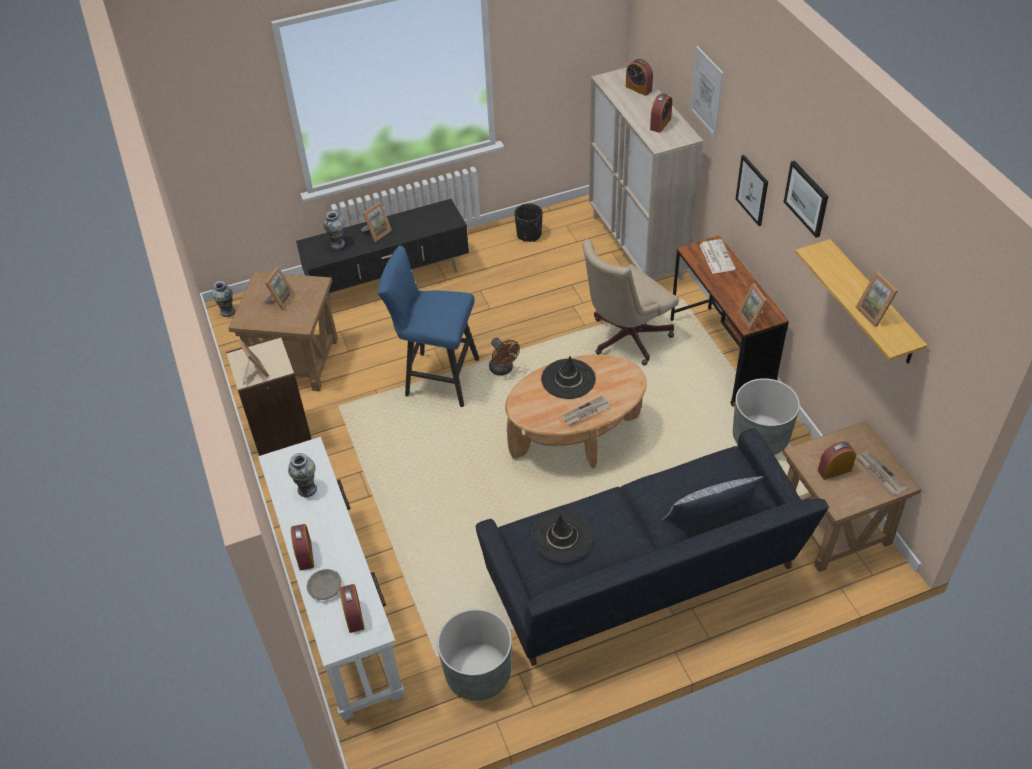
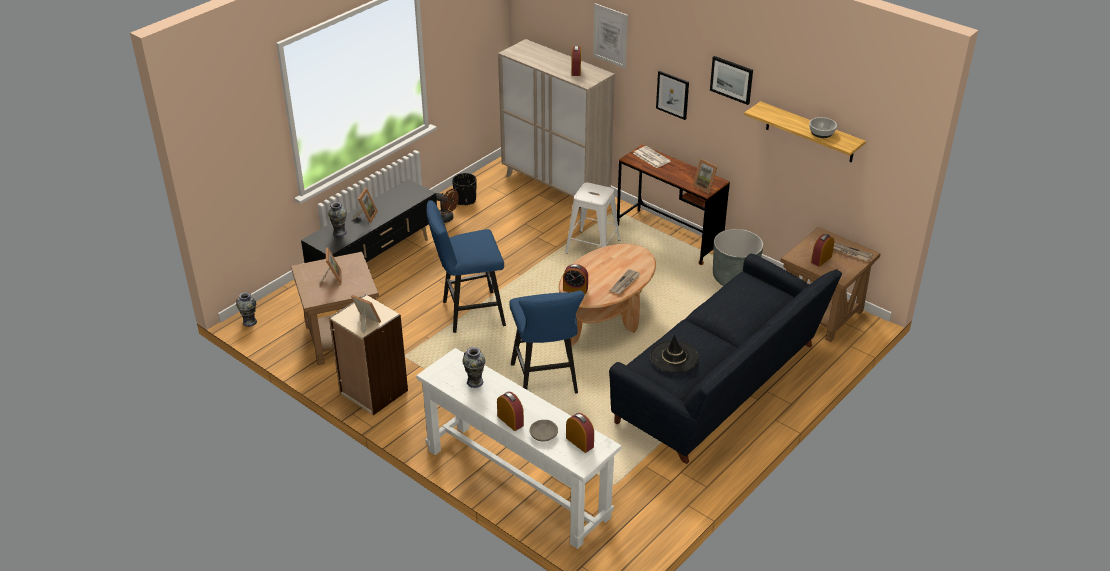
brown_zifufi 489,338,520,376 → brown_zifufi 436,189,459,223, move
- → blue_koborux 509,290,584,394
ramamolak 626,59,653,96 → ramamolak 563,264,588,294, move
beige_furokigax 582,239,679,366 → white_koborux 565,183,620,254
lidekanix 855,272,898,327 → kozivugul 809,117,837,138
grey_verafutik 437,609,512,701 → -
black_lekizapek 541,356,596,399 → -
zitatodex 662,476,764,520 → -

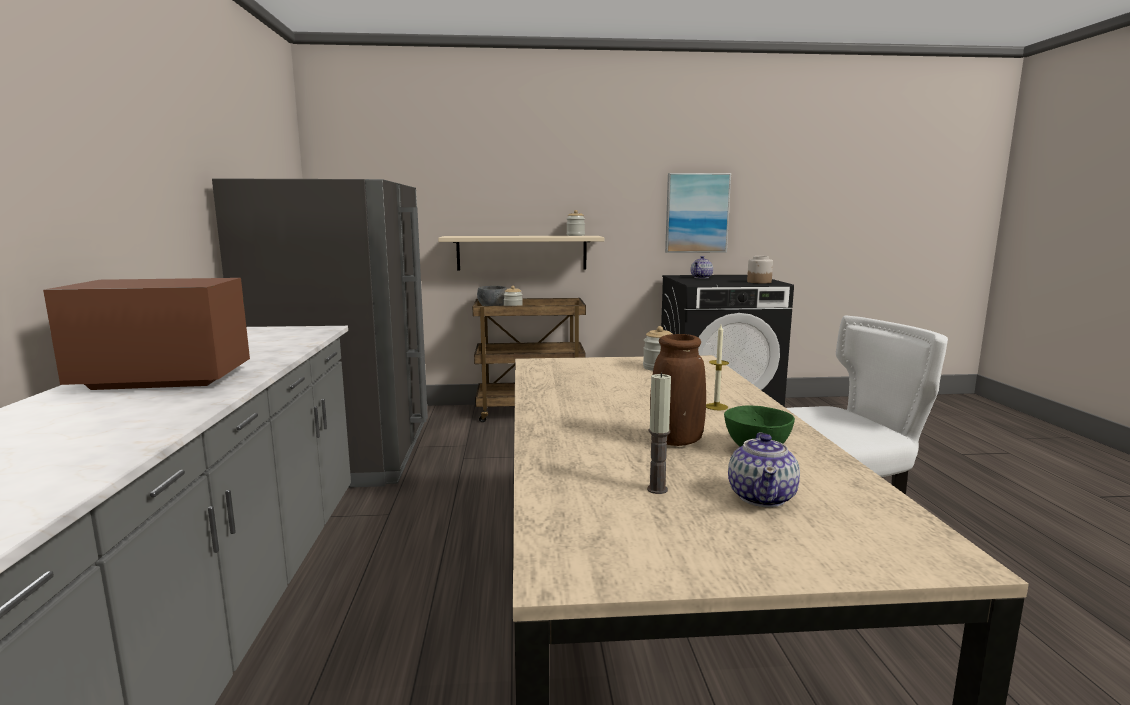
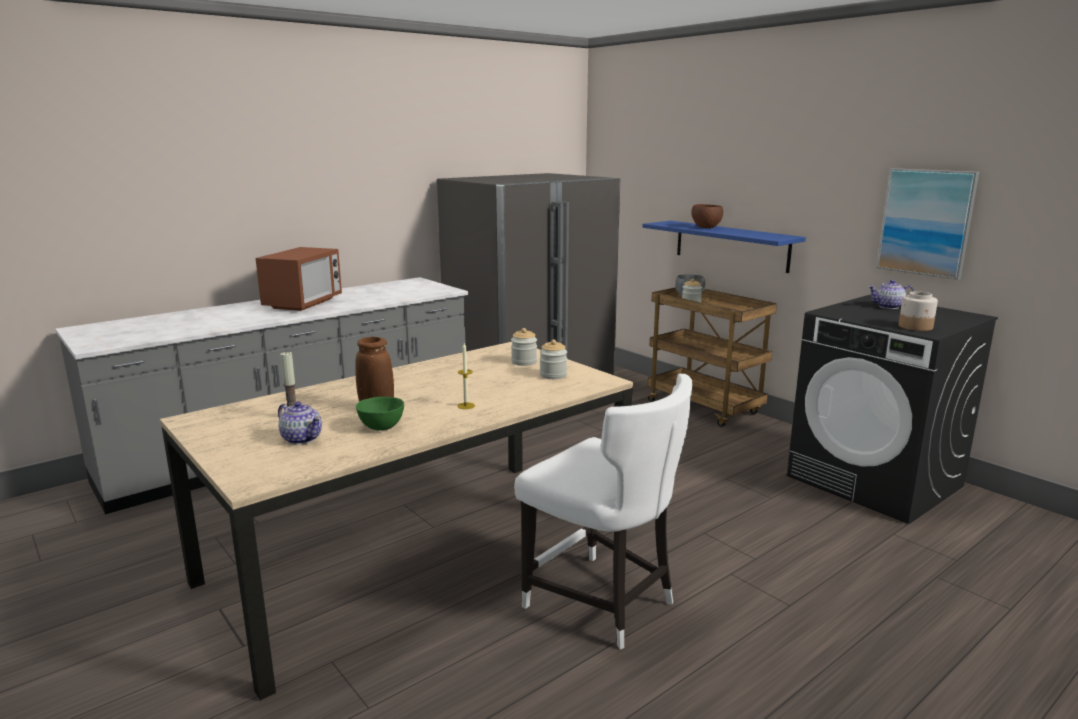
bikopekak 43,278,250,390 → bikopekak 255,247,342,311, 60 degrees clockwise
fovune 728,432,800,507 → fovune 278,401,322,445, 120 degrees counterclockwise
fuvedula 567,210,585,236 → fuvedula 511,328,537,366, move
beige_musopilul 438,236,605,270 → blue_musopilul 642,221,806,273
- → brown_kozivugul 691,204,723,228

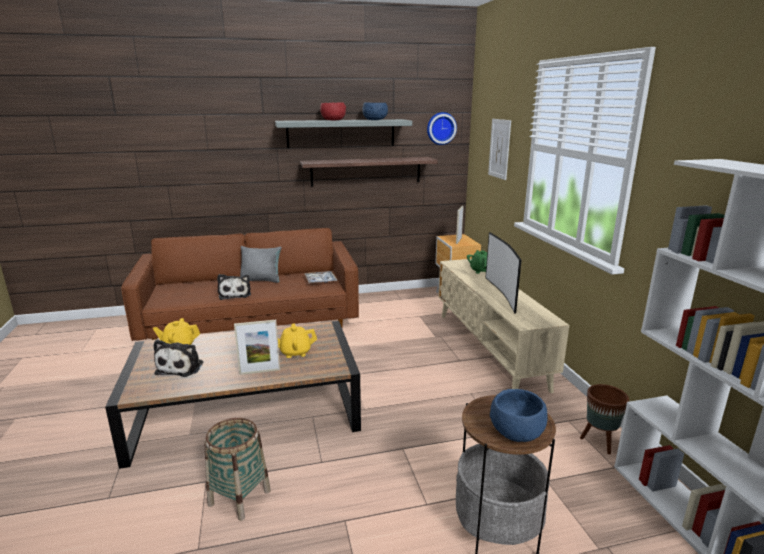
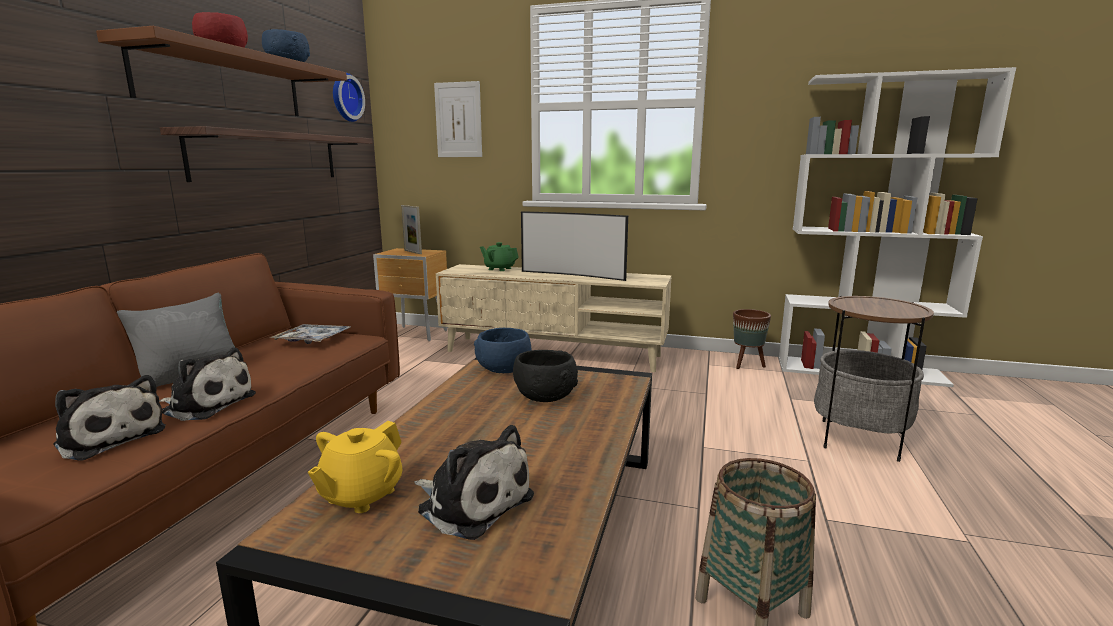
- → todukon 53,375,166,461
grey_musopilul 275,119,412,149 → brown_musopilul 96,26,347,116
blue_kozivugul 490,389,548,442 → blue_kozivugul 474,328,532,373, move
yellow_fovune 278,323,317,358 → black_kozivugul 513,350,578,402
lidekanix 234,320,280,375 → -

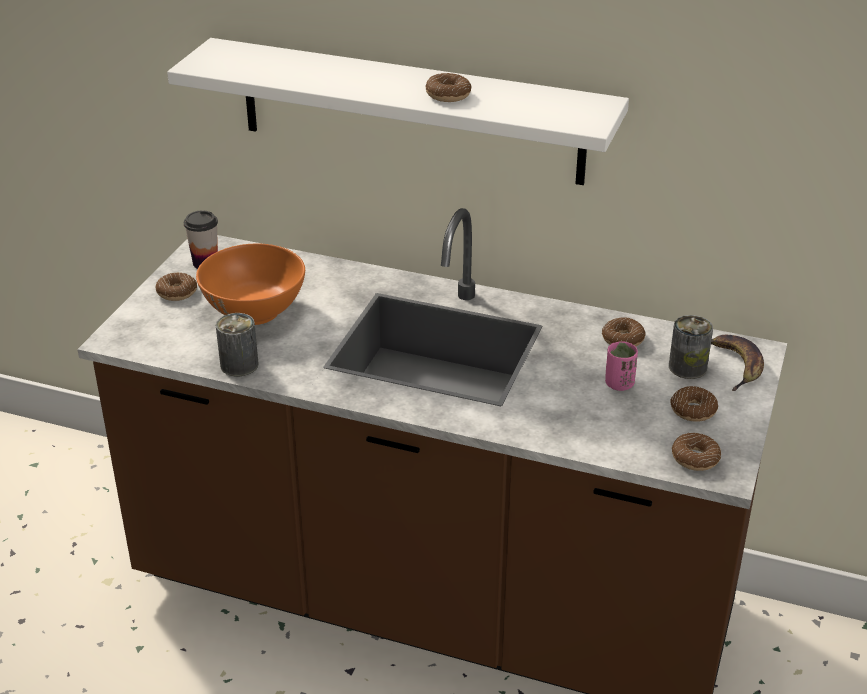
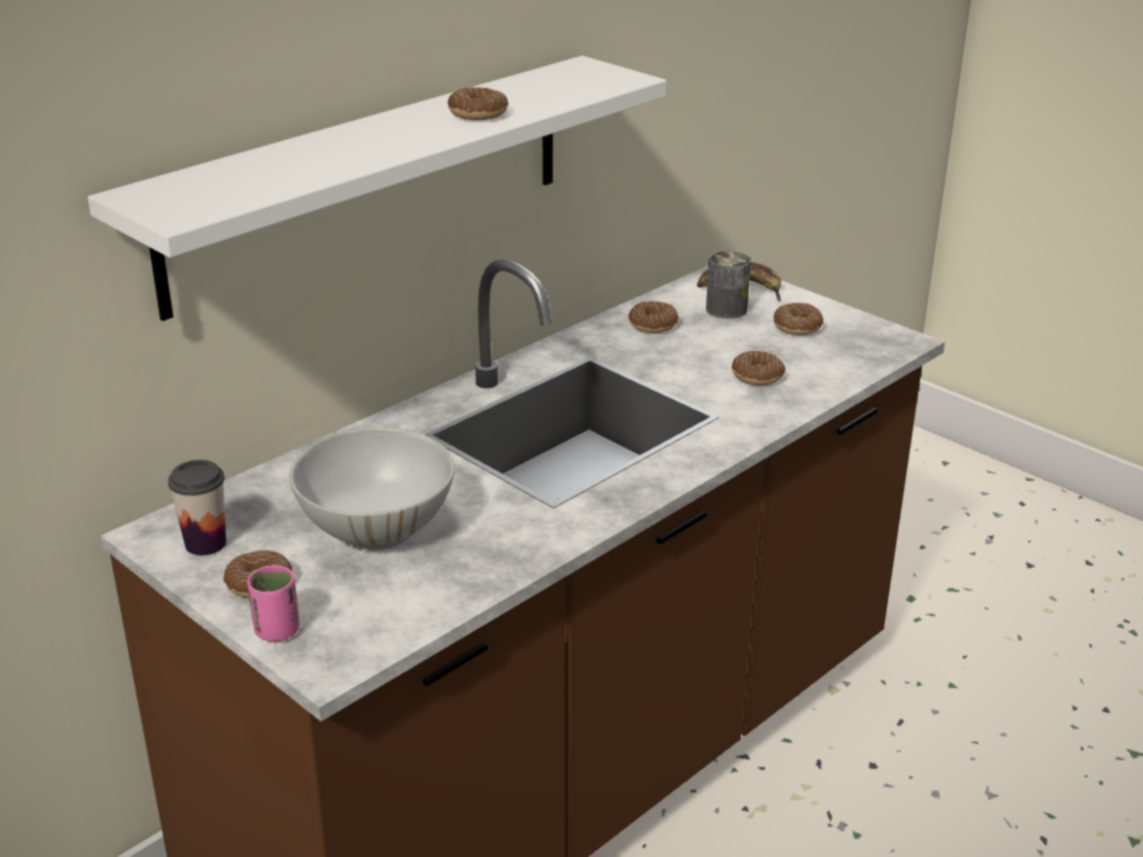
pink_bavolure 605,341,638,391 → pink_bavolure 247,565,300,642, move
orange_kozivugul 196,244,305,325 → white_kozivugul 289,428,455,550
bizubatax 672,433,721,471 → bizubatax 732,351,785,385, move
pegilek 216,313,259,376 → -

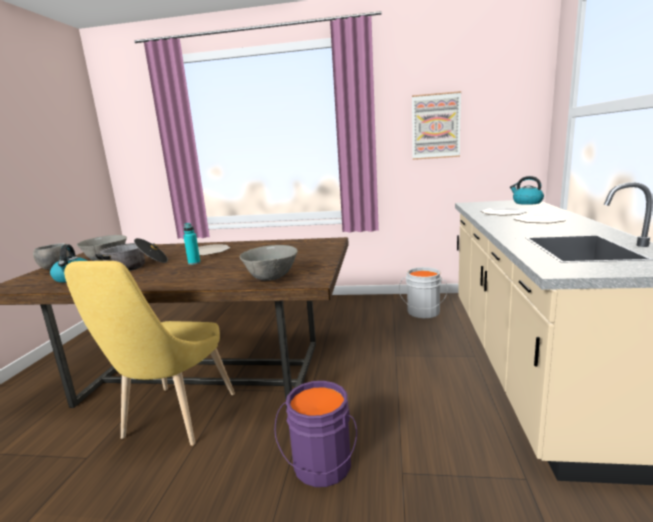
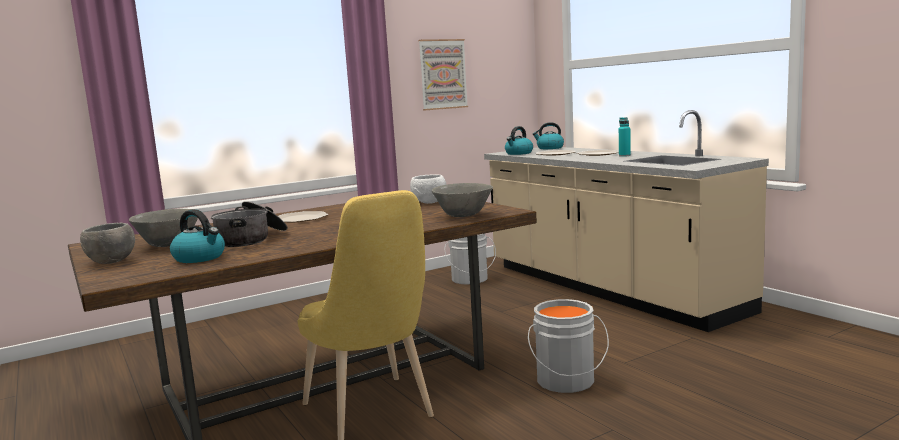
- → white_kozivugul 410,174,447,204
- → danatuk 505,126,533,155
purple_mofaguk 275,381,357,487 → grey_mofaguk 528,299,609,393
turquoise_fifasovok 184,223,200,265 → turquoise_fifasovok 619,117,631,157, move

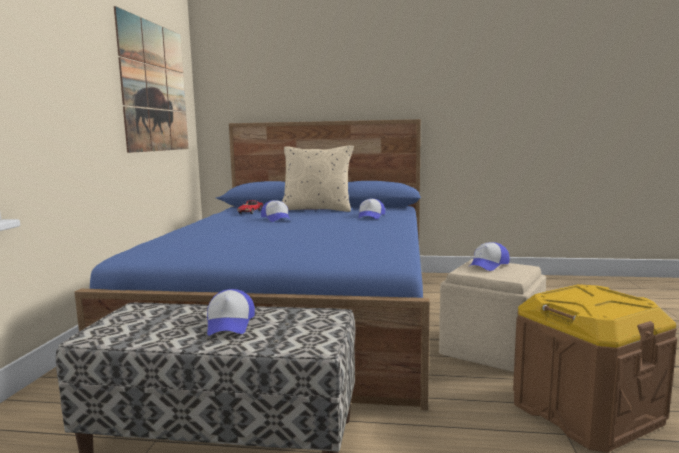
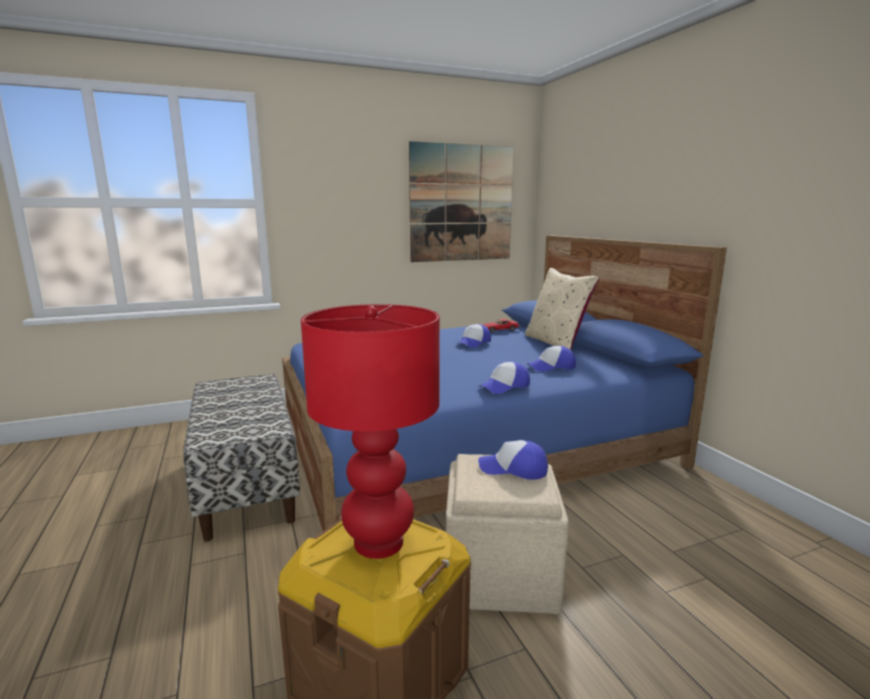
- → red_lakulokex 301,304,440,559
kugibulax 207,289,255,336 → kugibulax 479,362,530,394, move

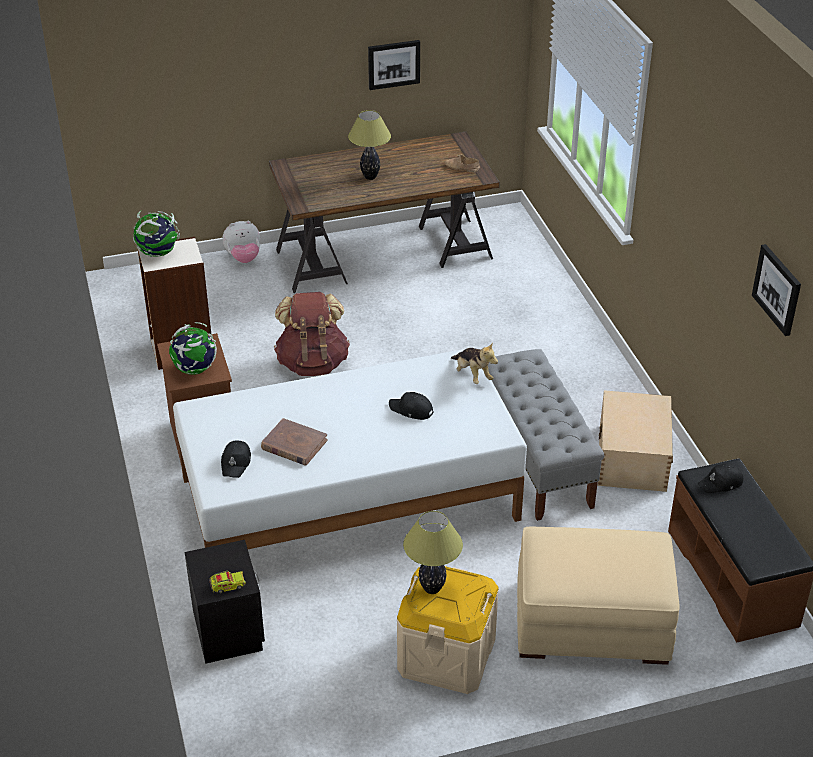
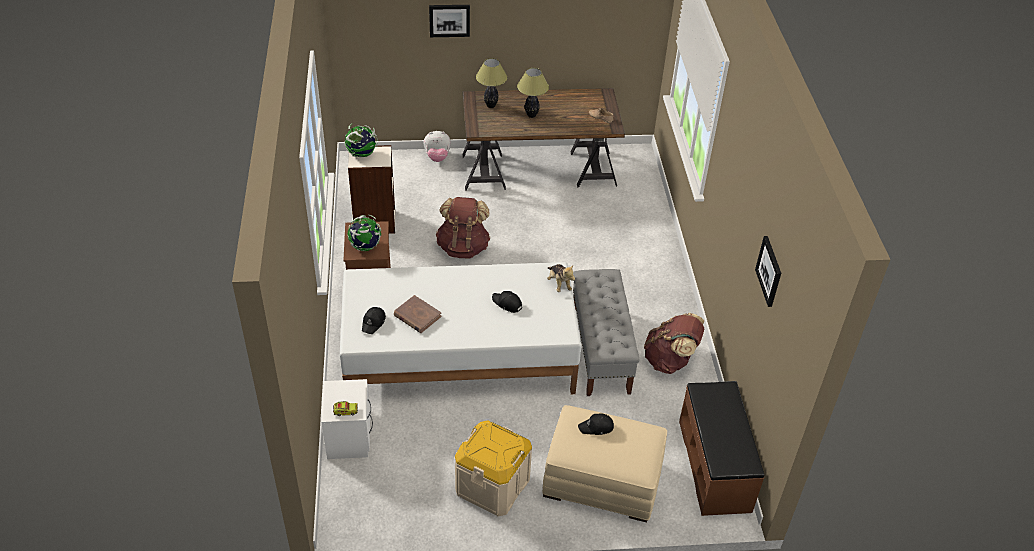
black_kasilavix 185,540,265,664 → white_kasilavix 321,379,373,459
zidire 368,40,420,90 → zidire 429,5,470,37, move
lakulokex 403,511,463,594 → lakulokex 476,58,507,108, move
black_kugibulax 698,463,743,493 → black_kugibulax 578,414,614,435, move
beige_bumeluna 598,390,673,492 → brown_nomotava 644,313,704,374

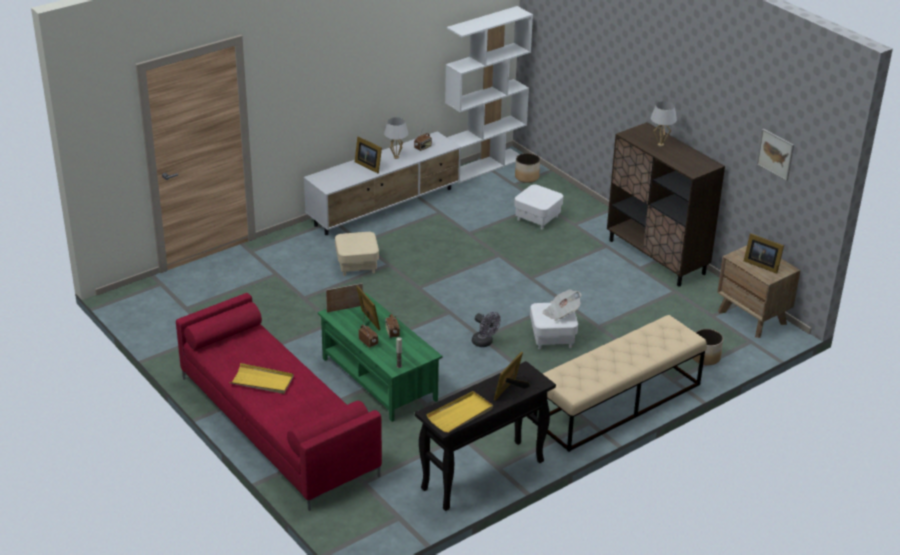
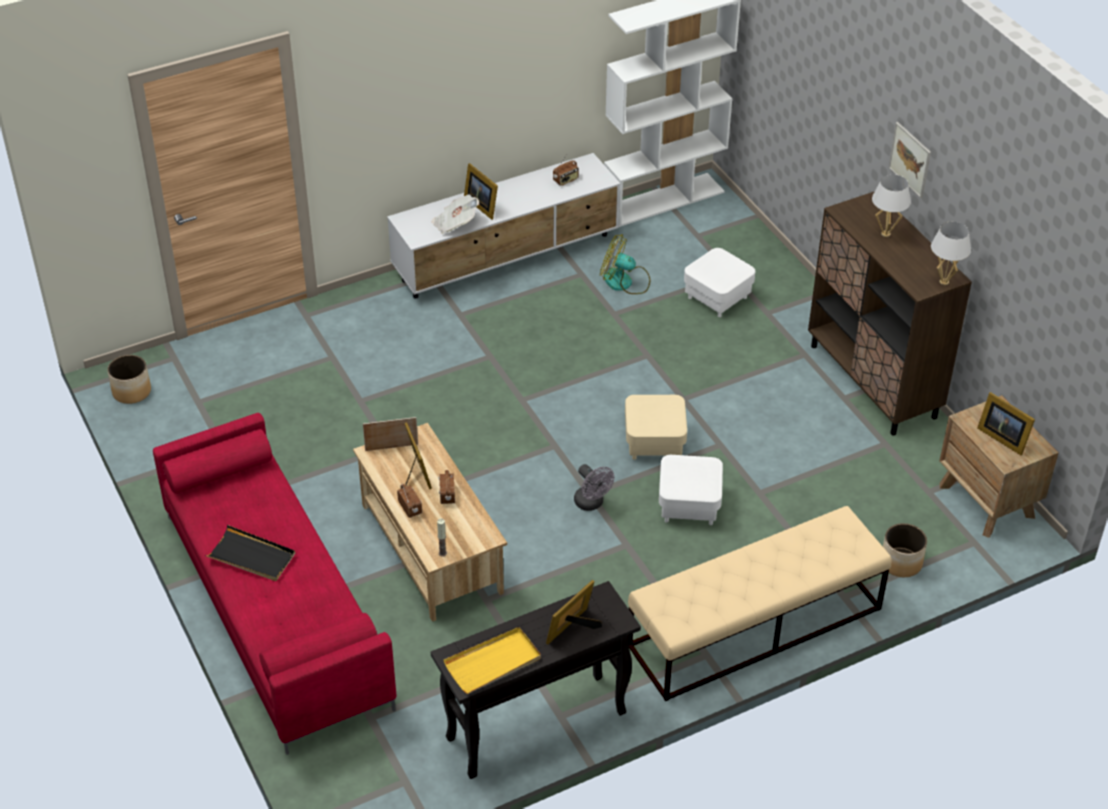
verafutik 515,153,540,183 → verafutik 107,355,151,404, move
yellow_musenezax 229,363,294,394 → black_musenezax 205,525,295,581
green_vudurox 318,293,442,422 → beige_vudurox 353,423,507,622
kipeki 543,289,582,321 → kipeki 432,194,479,234, move
- → zifufi 600,234,650,294
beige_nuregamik 335,232,379,276 → beige_nuregamik 625,395,687,460, move
zidire 757,129,794,181 → zidire 888,122,931,198, move
white_lakulokex 384,117,409,159 → white_lakulokex 931,222,971,285, move

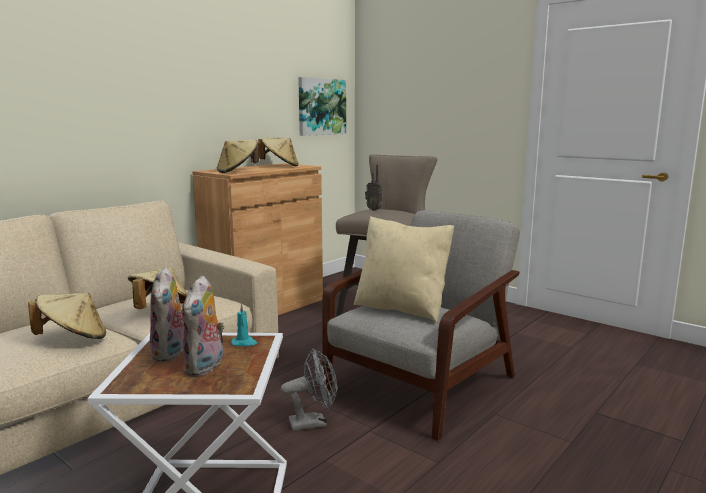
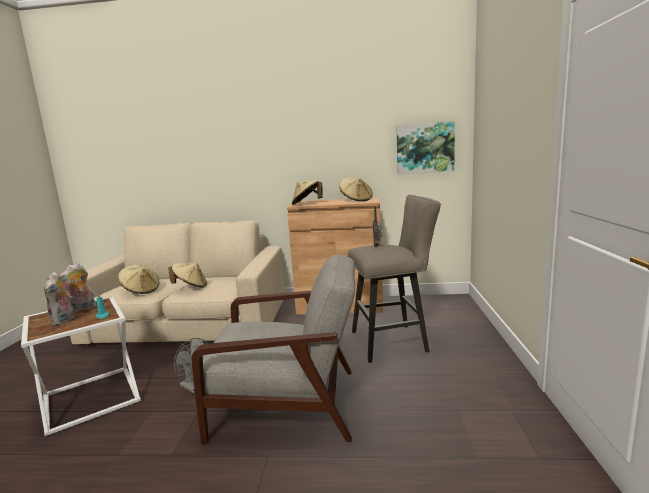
todukon 182,275,225,376 → todukon 44,271,74,326, 75 degrees counterclockwise
beige_zitatodex 354,216,454,323 → -

